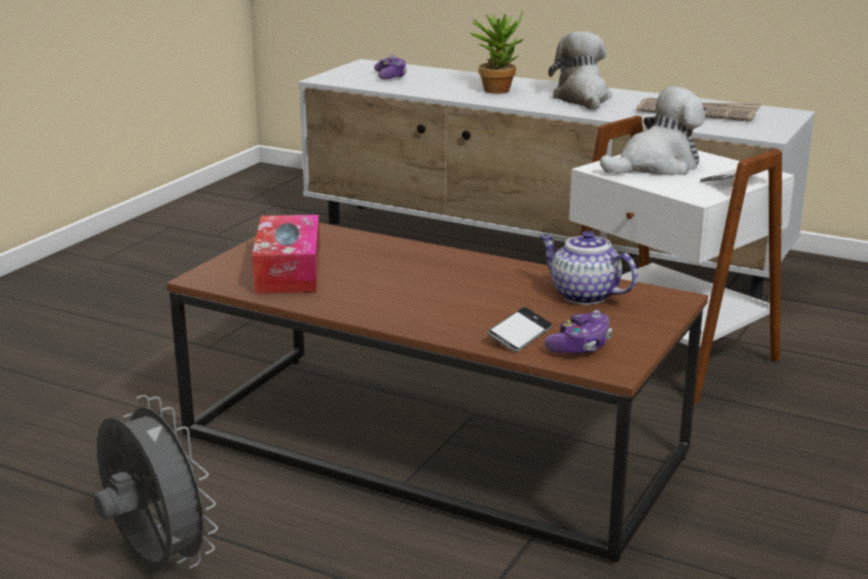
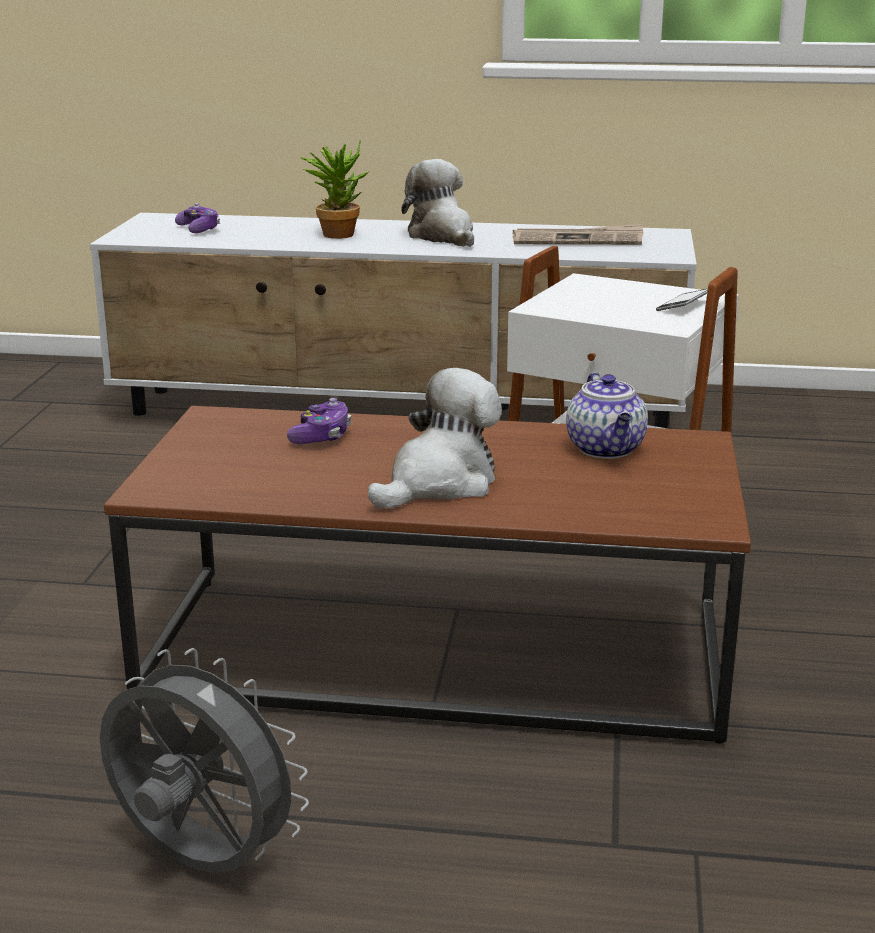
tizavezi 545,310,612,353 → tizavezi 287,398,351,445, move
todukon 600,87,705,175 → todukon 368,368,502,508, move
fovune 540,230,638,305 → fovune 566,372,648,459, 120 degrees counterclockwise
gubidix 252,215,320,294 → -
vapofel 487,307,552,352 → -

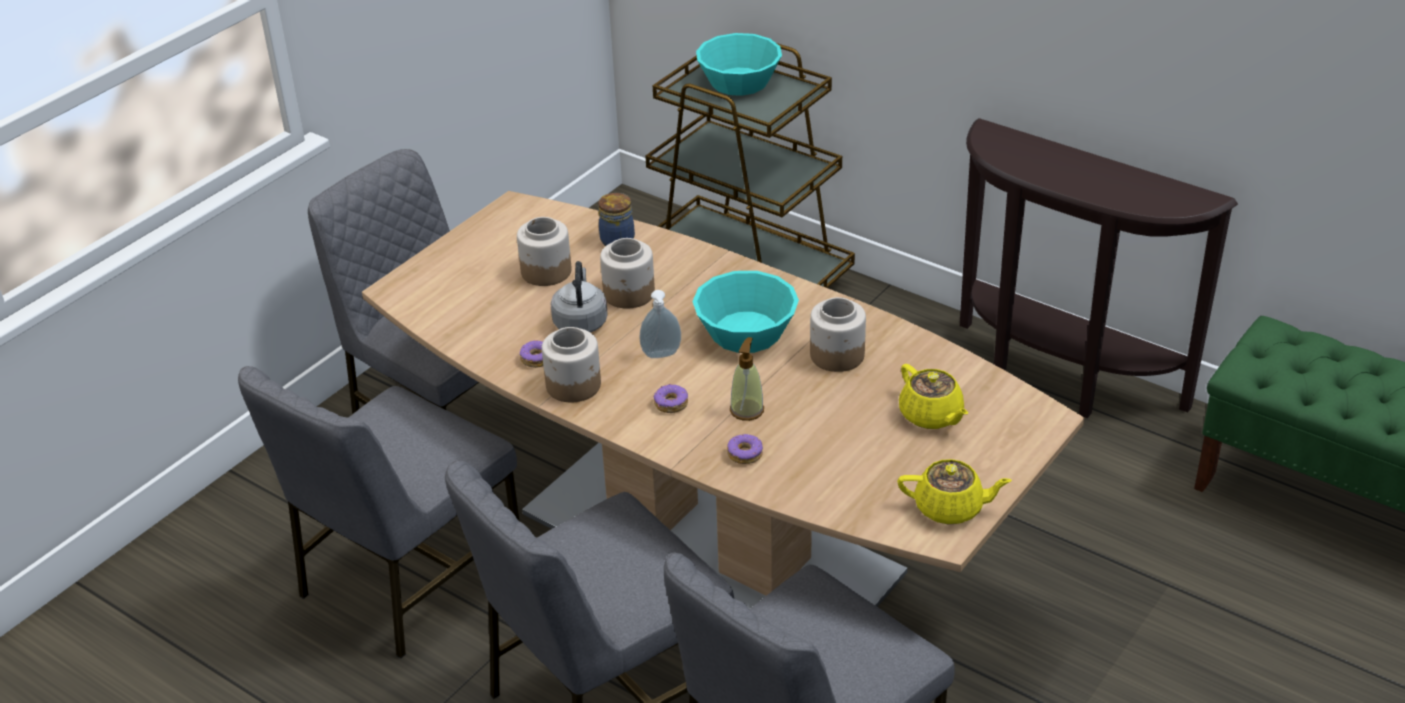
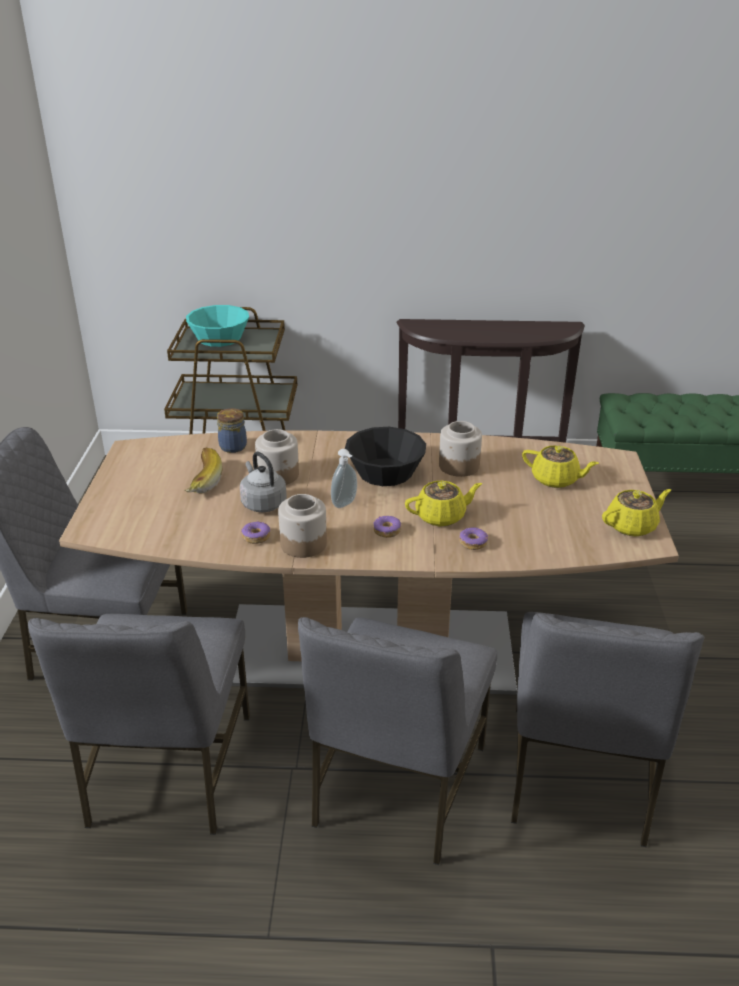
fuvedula 517,217,571,286 → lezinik 185,447,223,494
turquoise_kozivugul 692,271,799,353 → black_kozivugul 345,427,426,486
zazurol 730,337,764,421 → yellow_fovune 405,481,482,526

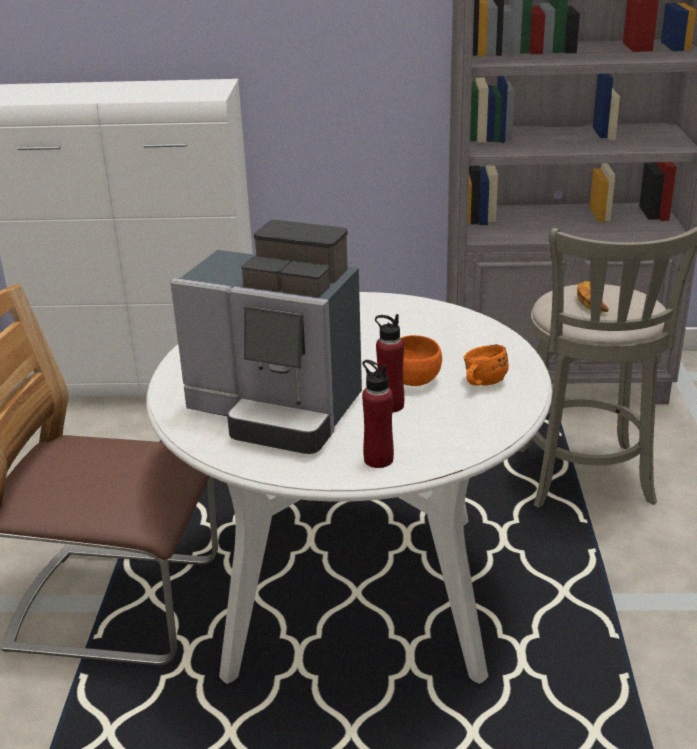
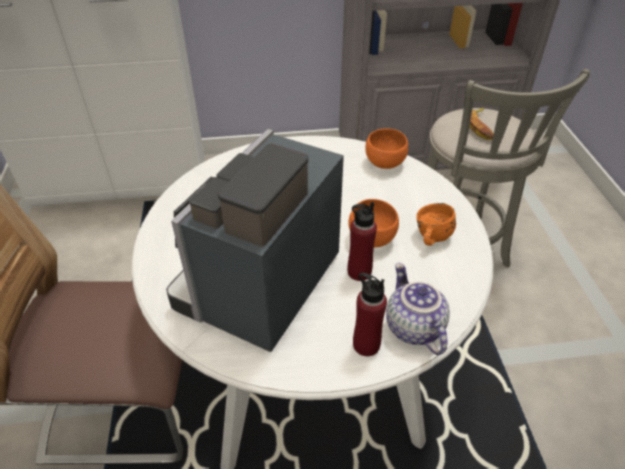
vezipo 170,220,362,454 → vezipo 166,129,344,352, 105 degrees clockwise
- → orange_kozivugul 365,129,408,169
- → fovune 386,263,450,355

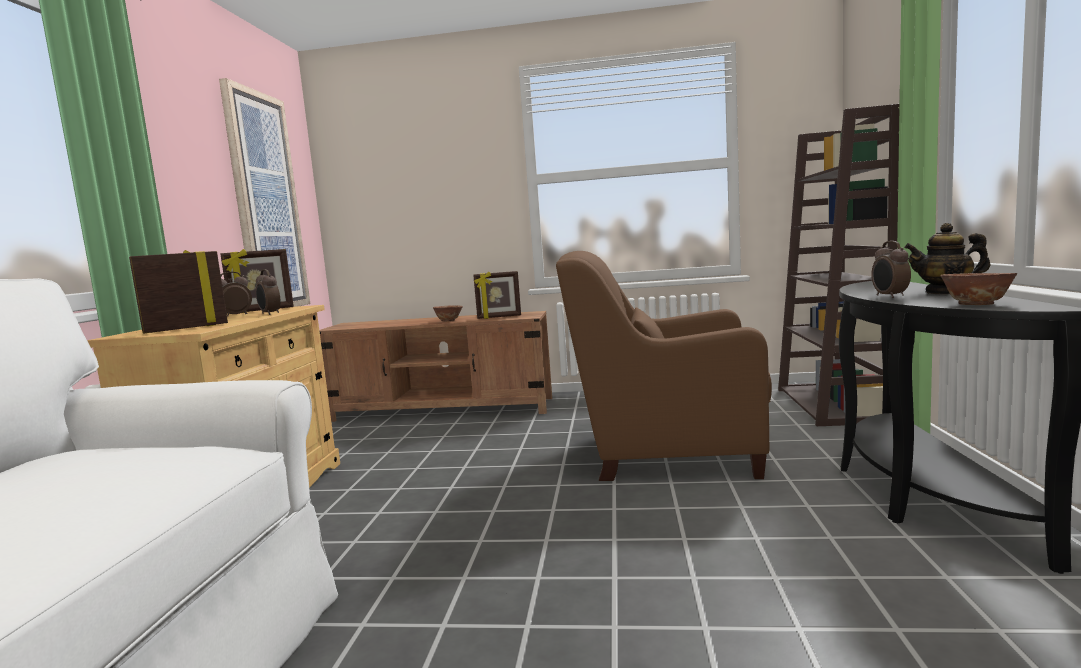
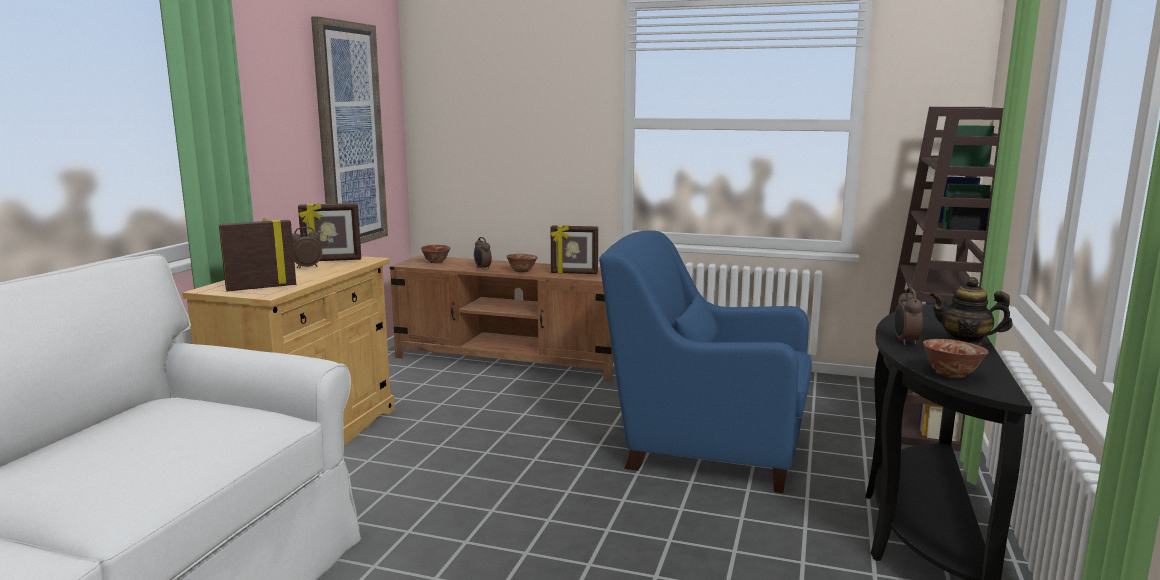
- → kozivugul 421,245,450,263
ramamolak 256,269,280,315 → ramamolak 474,237,492,270, move
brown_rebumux 556,251,772,481 → blue_rebumux 599,230,812,493

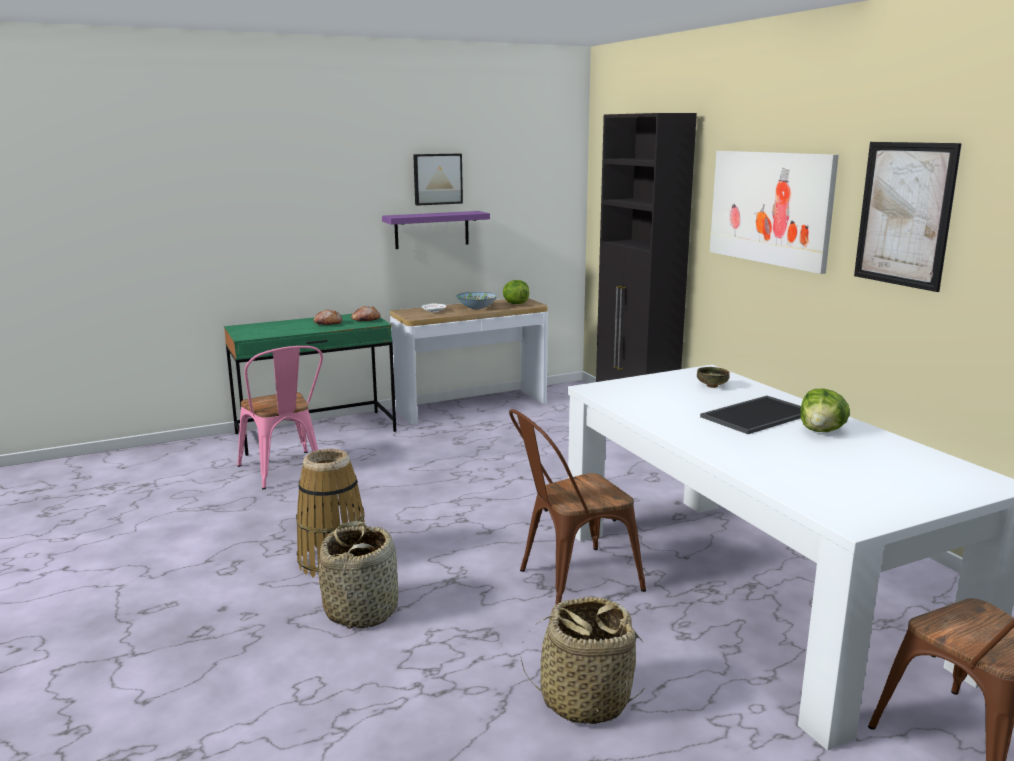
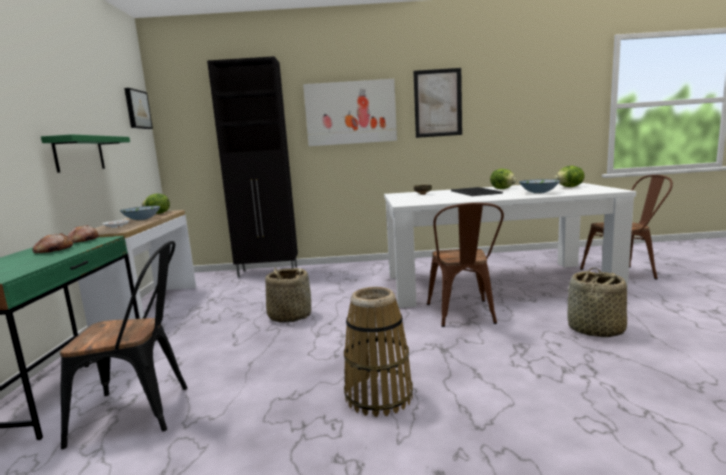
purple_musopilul 382,211,490,249 → green_musopilul 41,134,130,173
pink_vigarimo 237,346,323,489 → black_vigarimo 60,241,187,449
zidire 413,154,463,206 → zidire 124,88,153,129, move
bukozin 319,521,398,629 → bukozin 265,267,311,322, move
- → kozivugul 519,179,560,194
- → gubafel 554,166,584,187

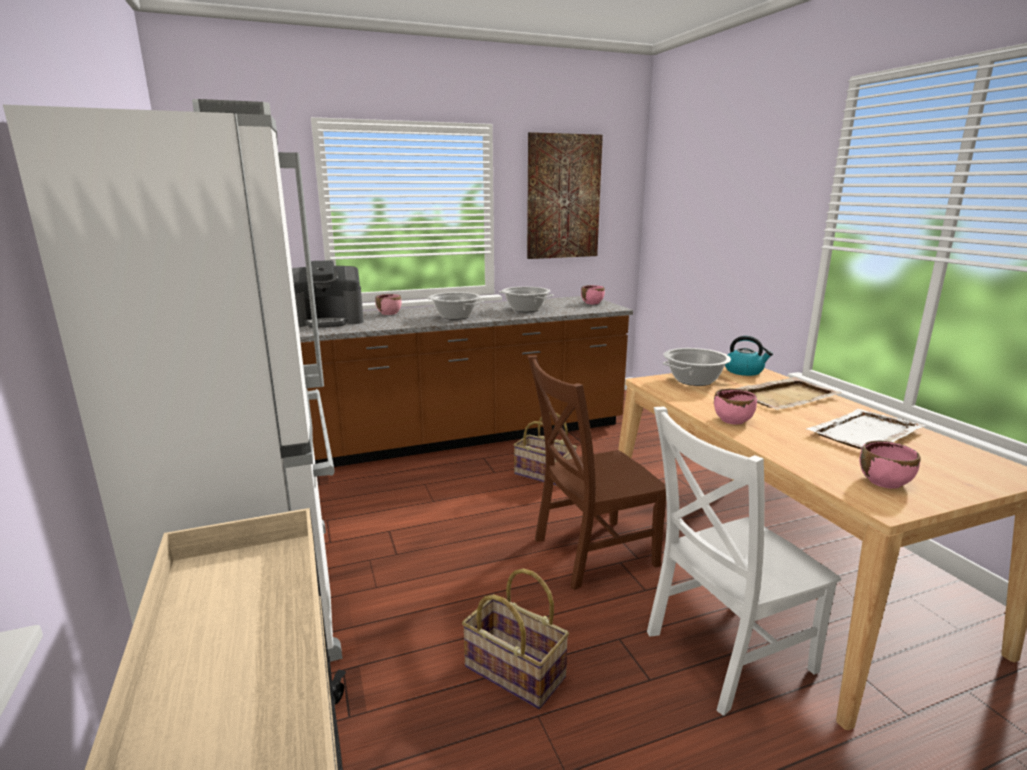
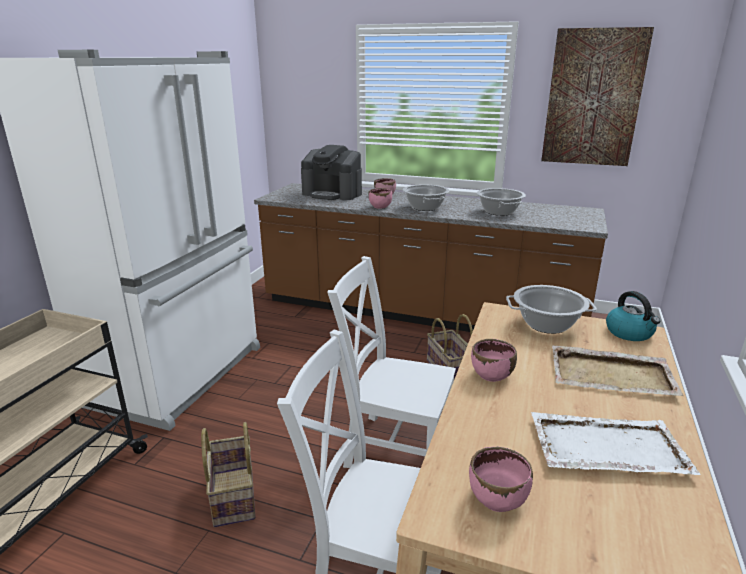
brown_vigarimo 528,355,666,590 → white_vigarimo 327,256,456,468
pink_kozivugul 581,285,605,304 → pink_kozivugul 368,188,392,209, move

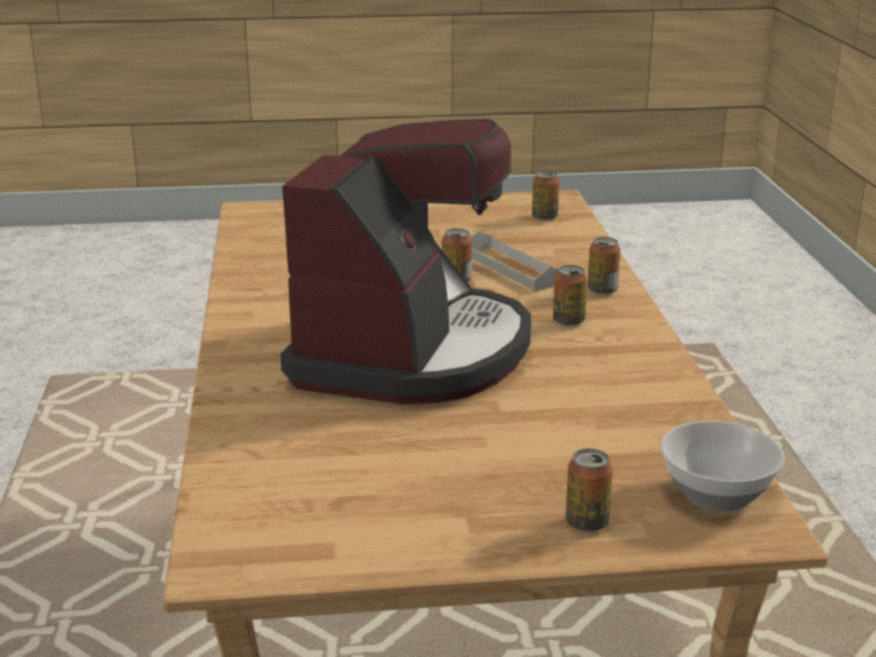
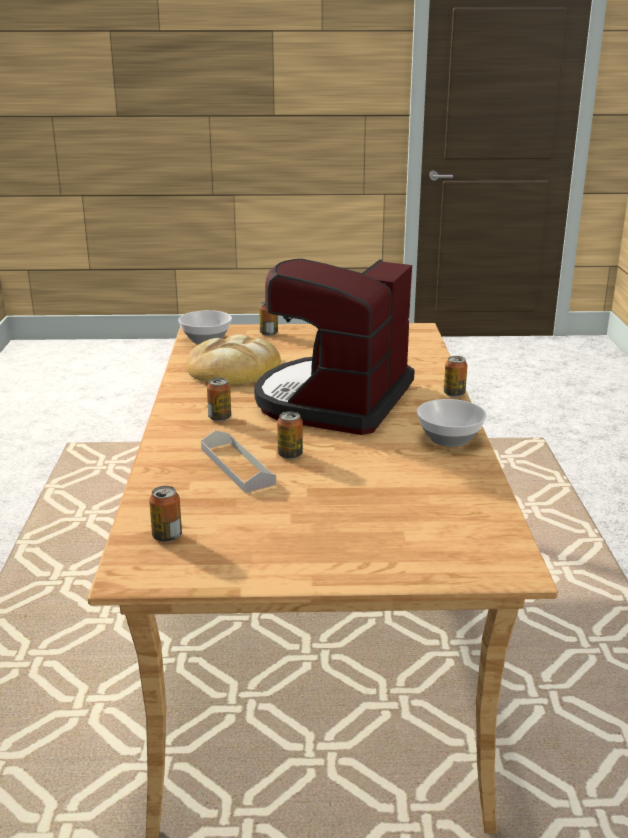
- → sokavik 187,335,281,385
- → kozivugul 417,399,487,447
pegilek 587,237,620,295 → pegilek 444,356,467,397, move

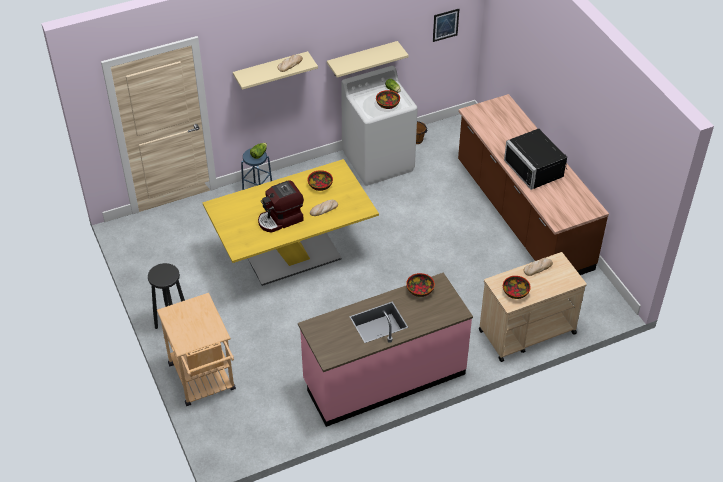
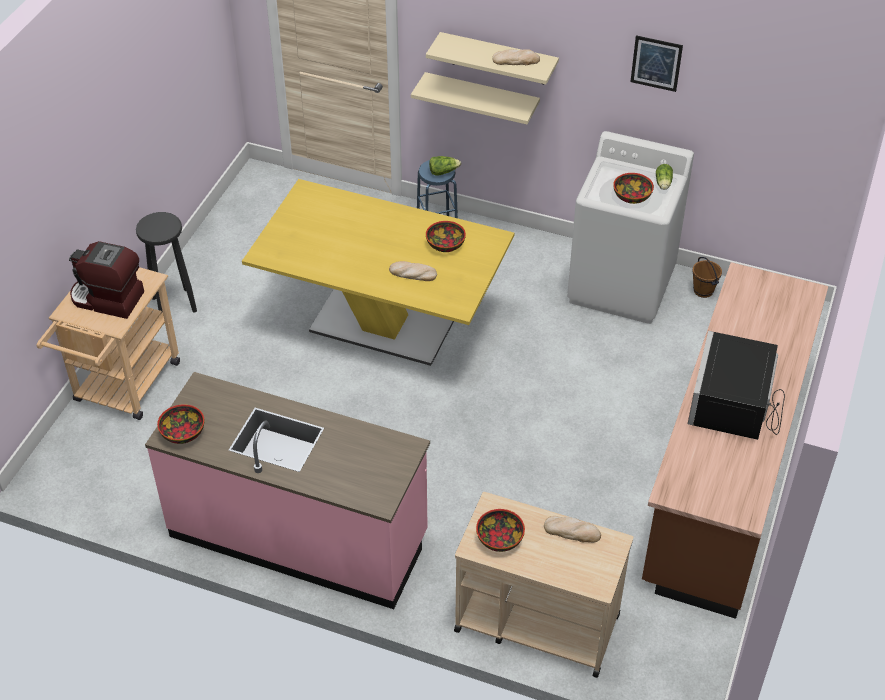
vezipo 258,180,304,232 → vezipo 69,241,144,319, move
kozivugul 406,273,435,297 → kozivugul 157,404,205,444, move
beige_musopilul 327,41,409,78 → beige_musopilul 411,72,540,124, move
zidire 433,9,459,42 → zidire 630,35,683,92, move

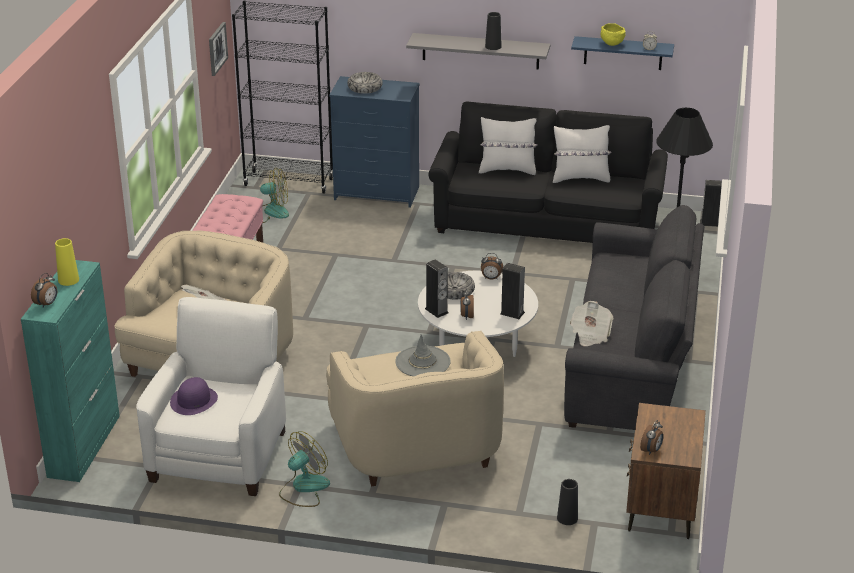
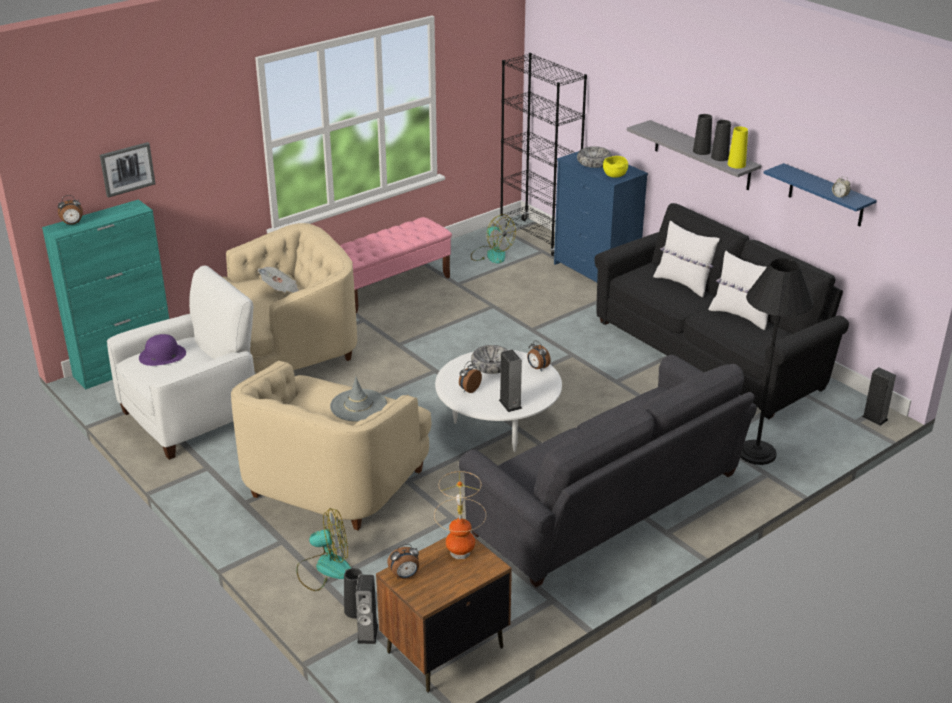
zidire 209,22,228,76 → zidire 100,142,155,198, move
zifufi 279,431,330,507 → zifufi 296,508,351,591, move
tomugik 425,259,449,318 → tomugik 355,575,378,644, move
- → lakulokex 434,471,486,559
yellow_kozivugul 601,23,626,46 → yellow_kozivugul 603,156,628,178, move
- → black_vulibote 711,120,731,161
yellow_vulibote 55,238,79,286 → yellow_vulibote 728,127,748,169, move
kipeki 570,301,613,346 → -

